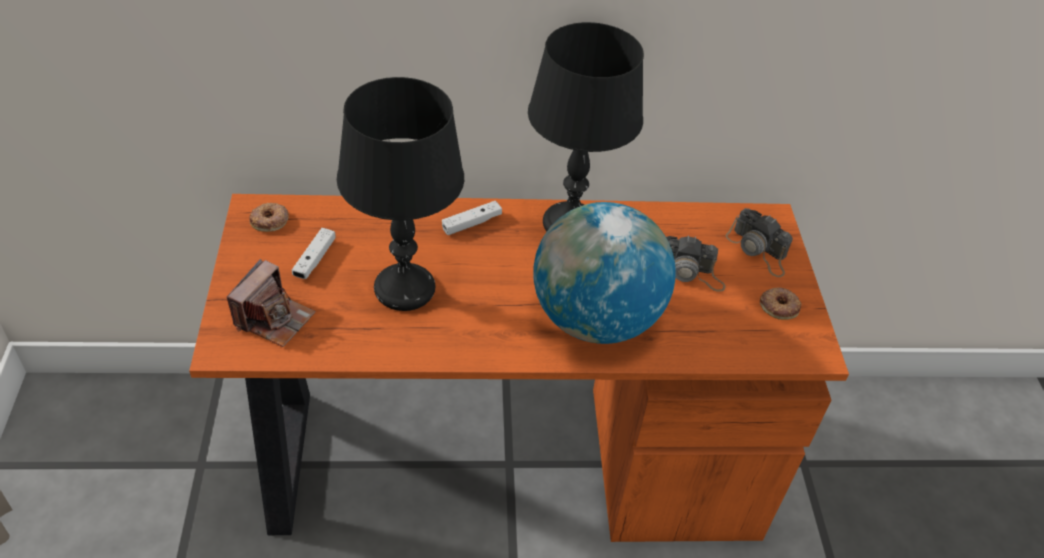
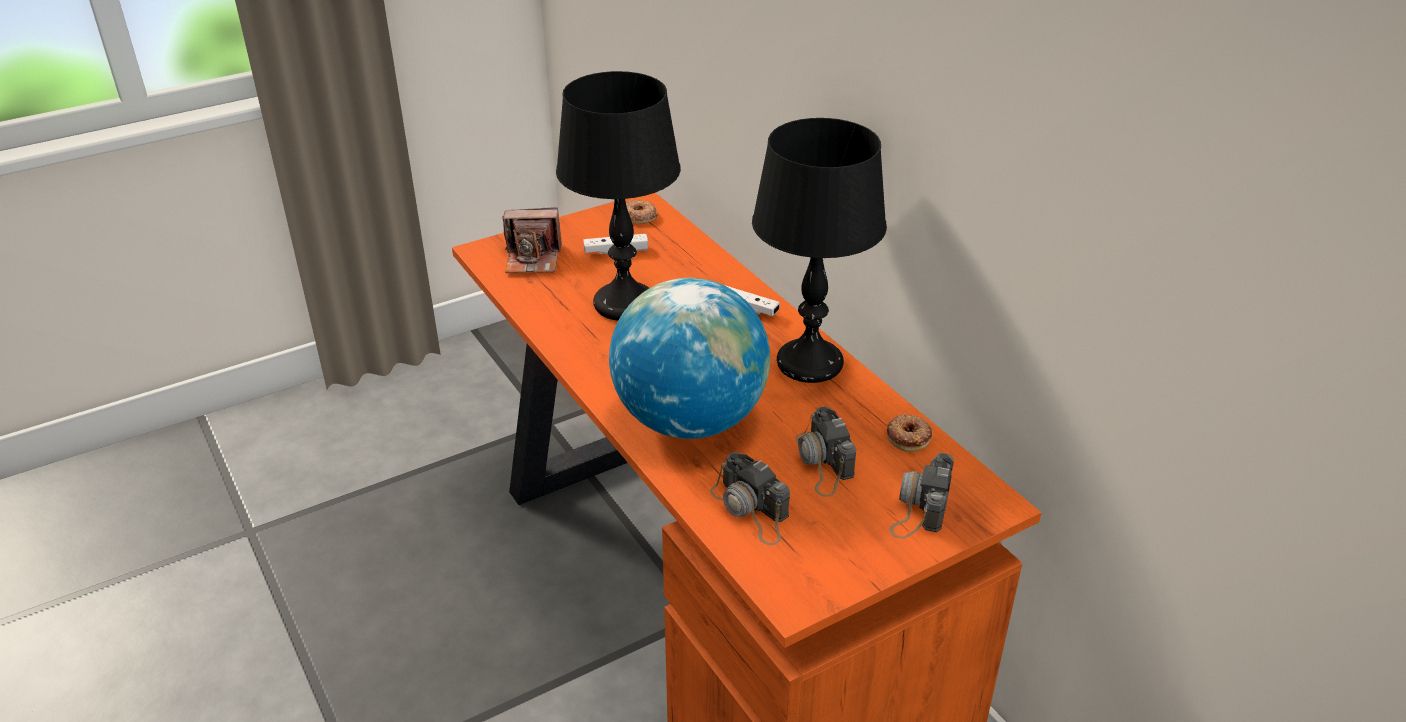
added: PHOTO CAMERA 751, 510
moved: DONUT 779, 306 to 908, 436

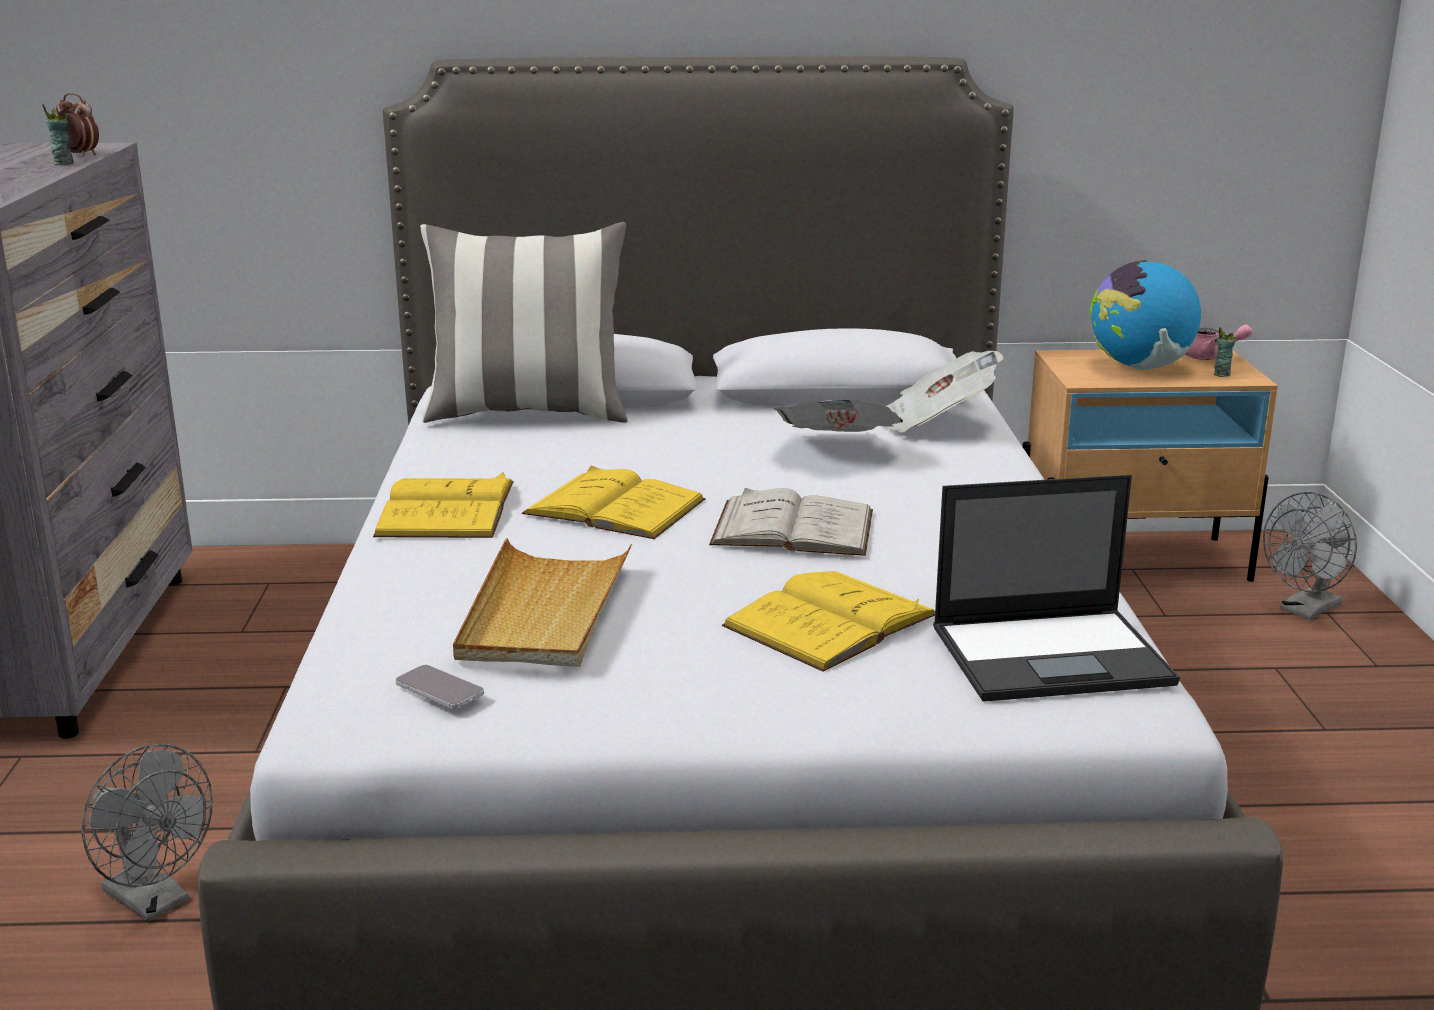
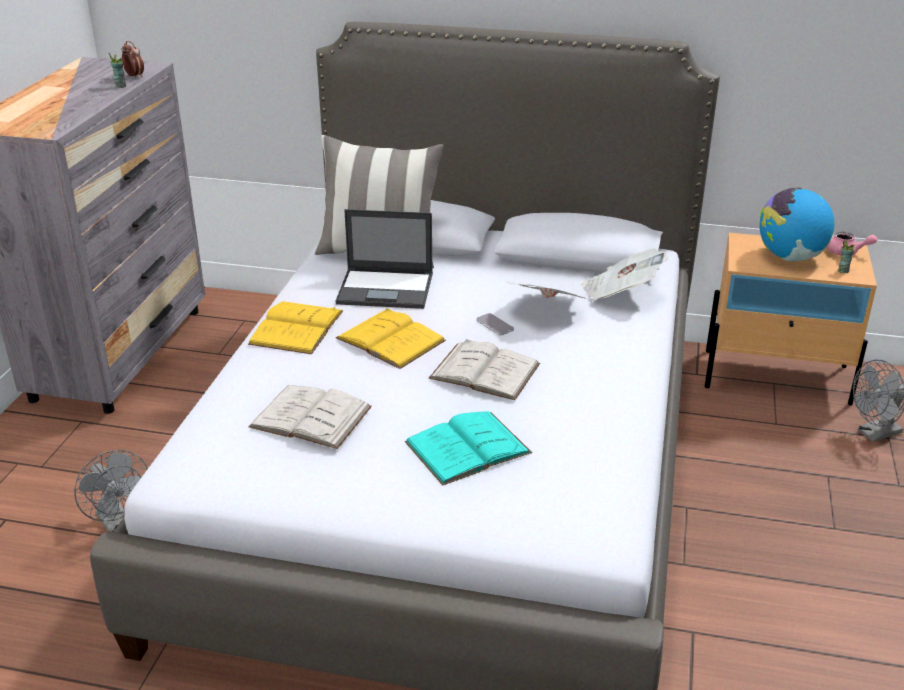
moved: LAPTOP 1053, 655 to 386, 289; PHONE 439, 688 to 494, 325
replaced: BEIGE TRAY 544, 611 to WHITE BOOK 311, 417
recoloured: YELLOW BOOK 830, 620 to TURQUOISE BOOK 467, 447

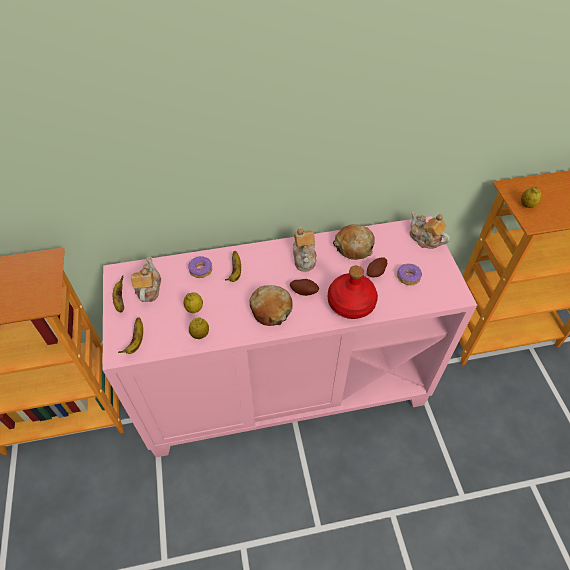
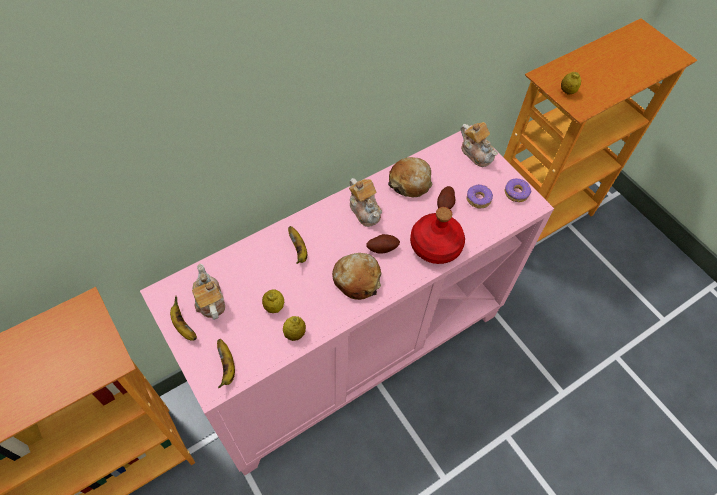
moved: DONUT 201, 270 to 516, 193
turned: TEAPOT 425, 239 = 476, 153 150 degrees counterclockwise

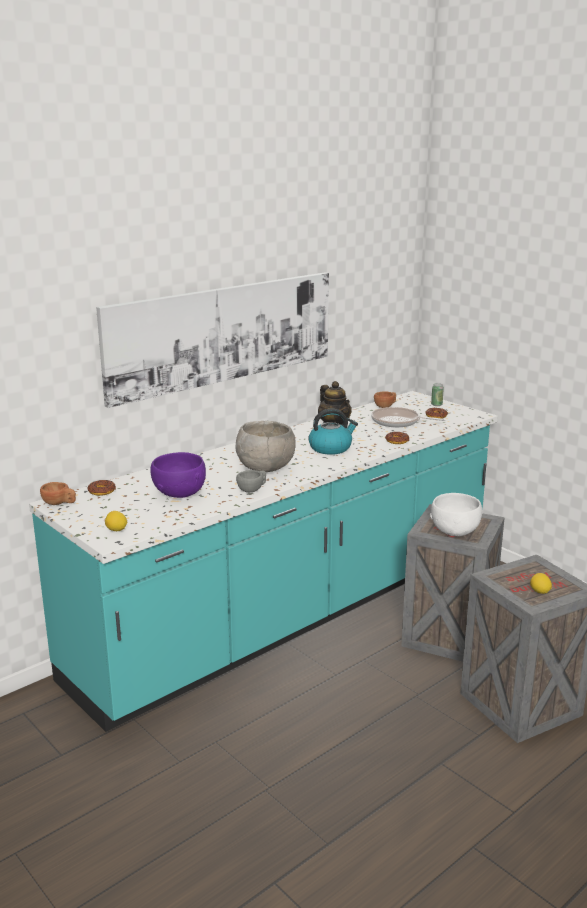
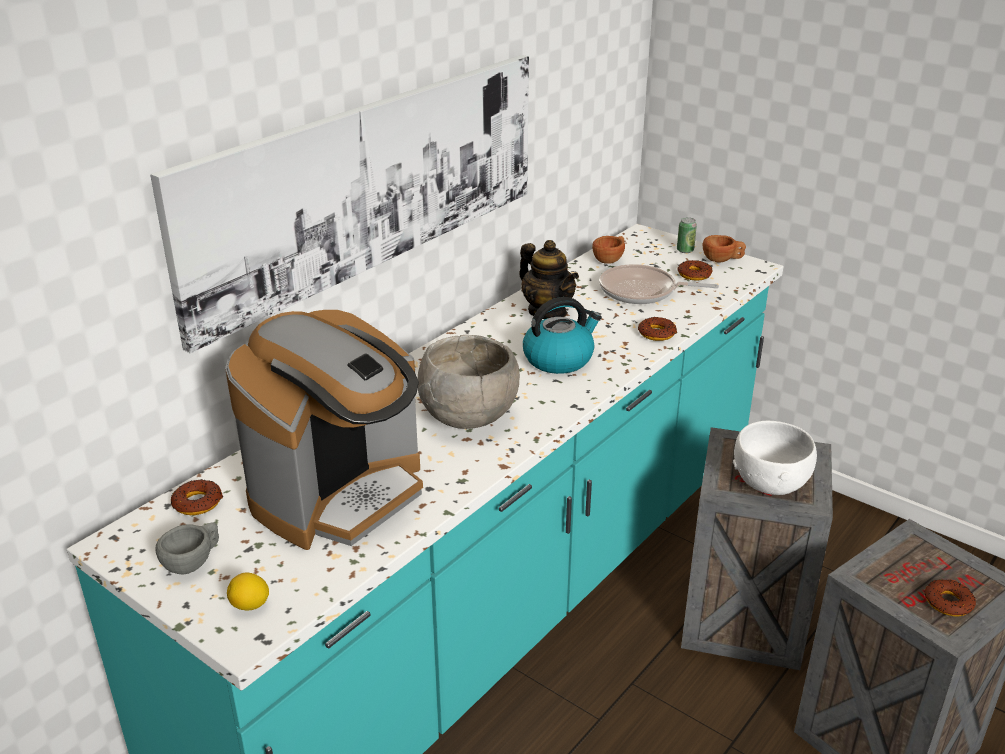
moved: GREY CUP 253, 489 to 194, 562; BROWN CUP 59, 503 to 722, 260
replaced: PURPLE BOWL 179, 493 to COFFEE MACHINE 340, 494; LEMON 539, 592 to DONUT 948, 602

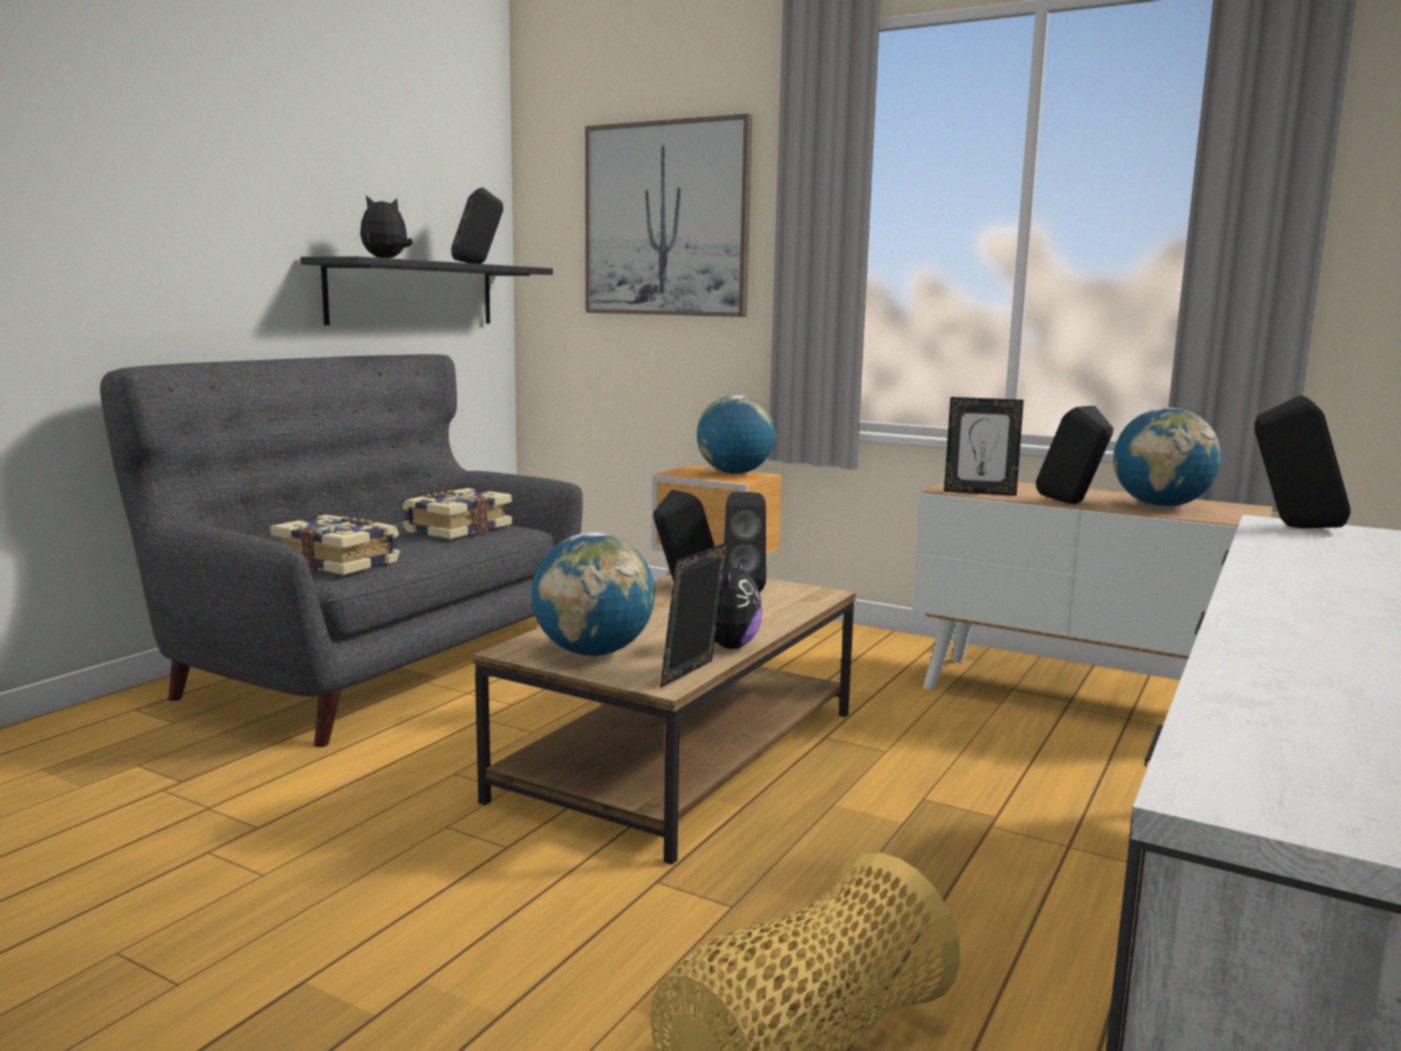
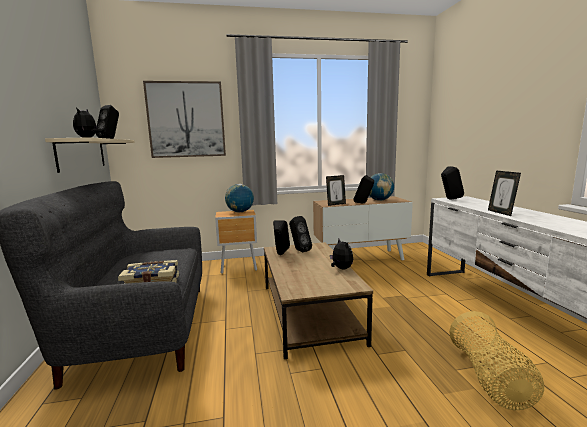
removed: BOOK 457, 529; GLOBE 593, 653
moved: PICTURE FRAME 693, 675 to 501, 213
recoloured: BLACK SHELF 412, 293 to BEIGE SHELF 82, 154

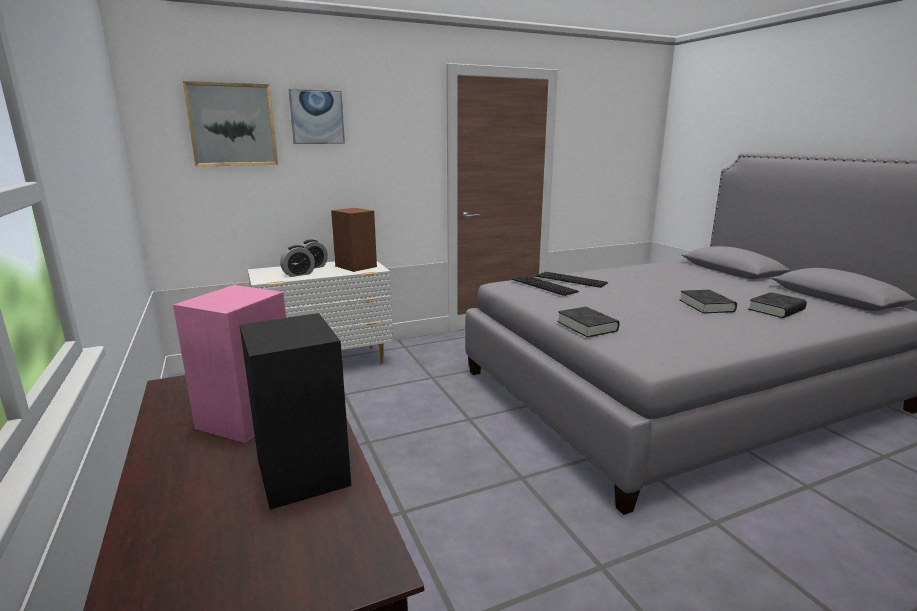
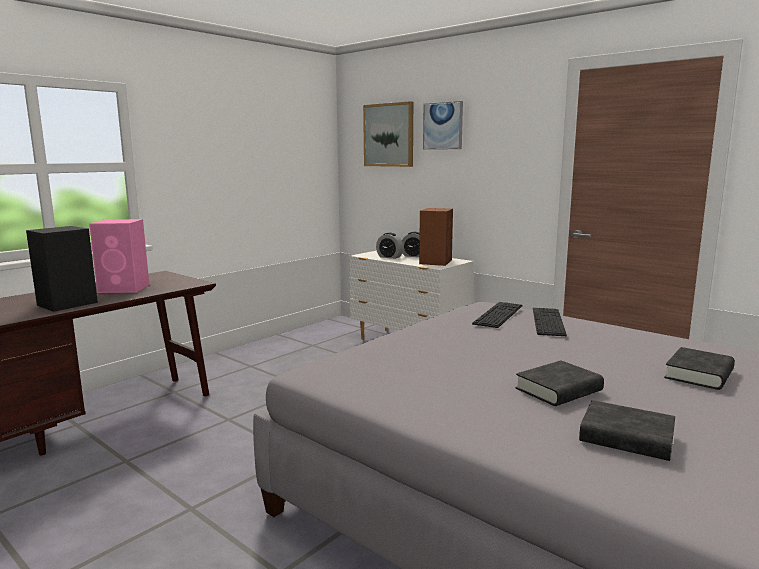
moved: BLACK BOOK 587, 326 to 699, 374

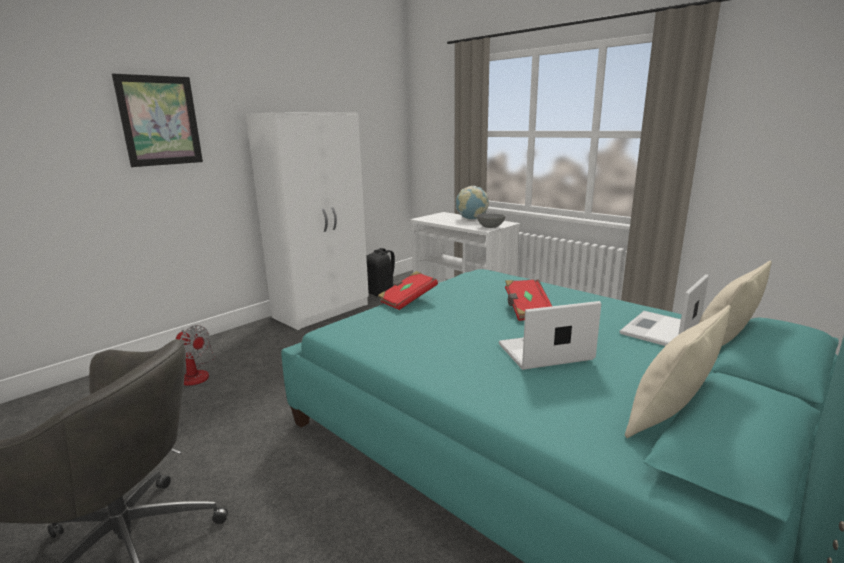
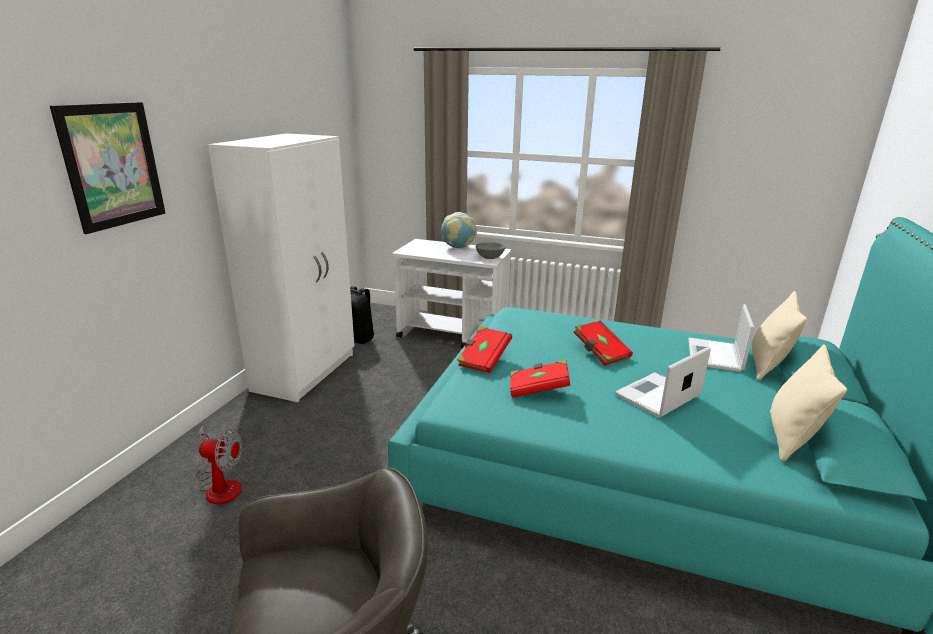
added: RED BOOK 538, 389

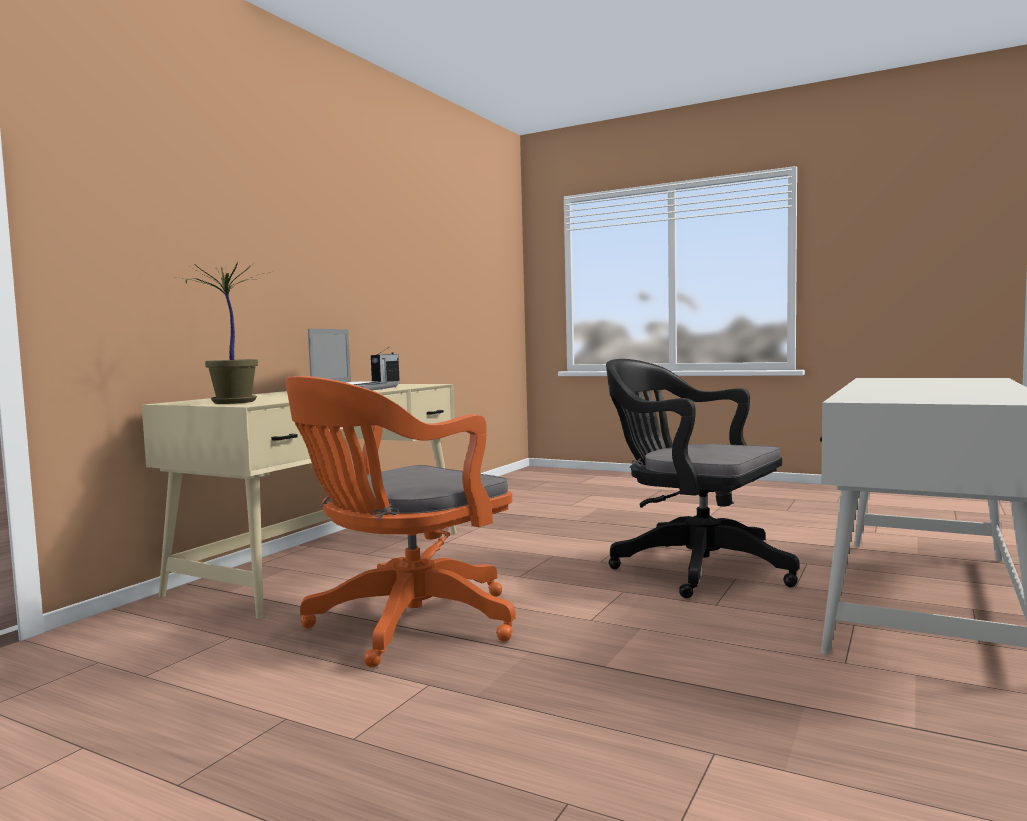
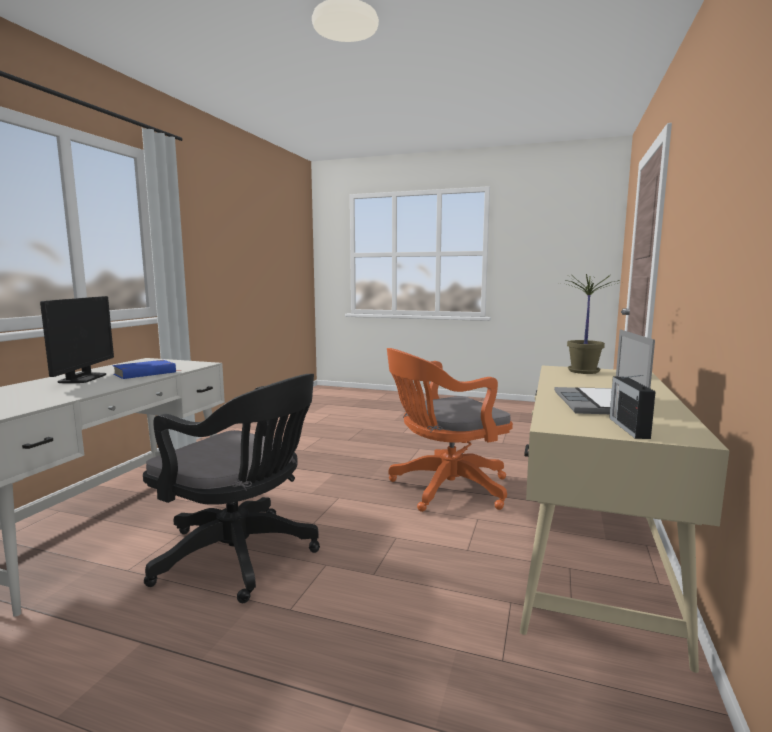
added: MONITOR 82, 378; BLUE BOOK 145, 373
turned: ORANGE OFFICE CHAIR 405, 625 = 444, 489 150 degrees counterclockwise

